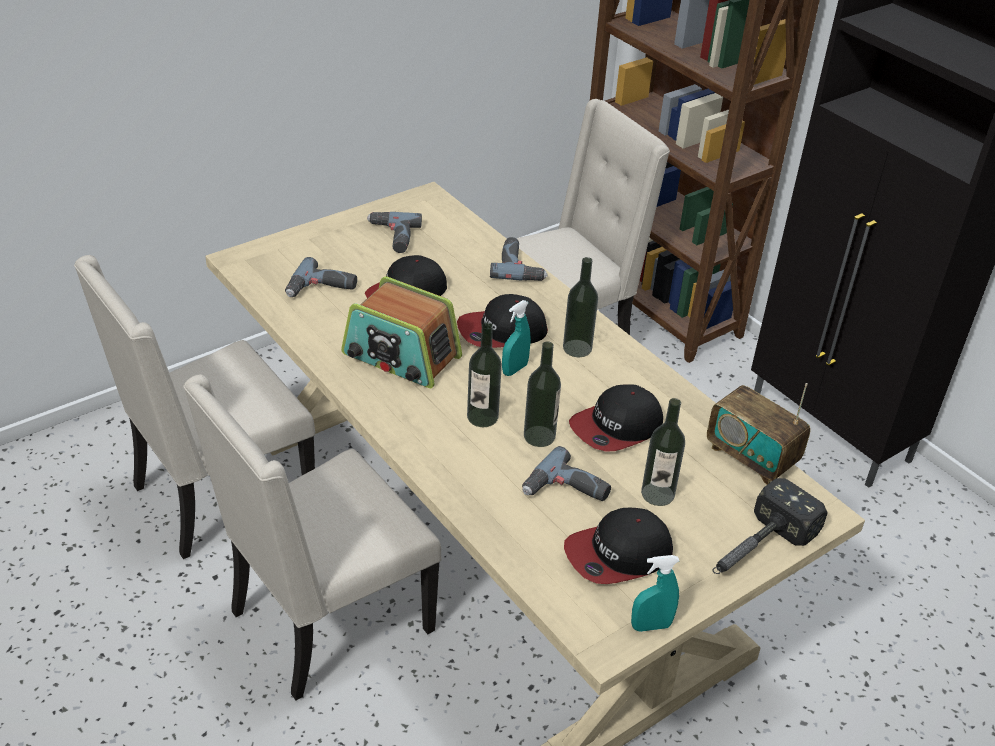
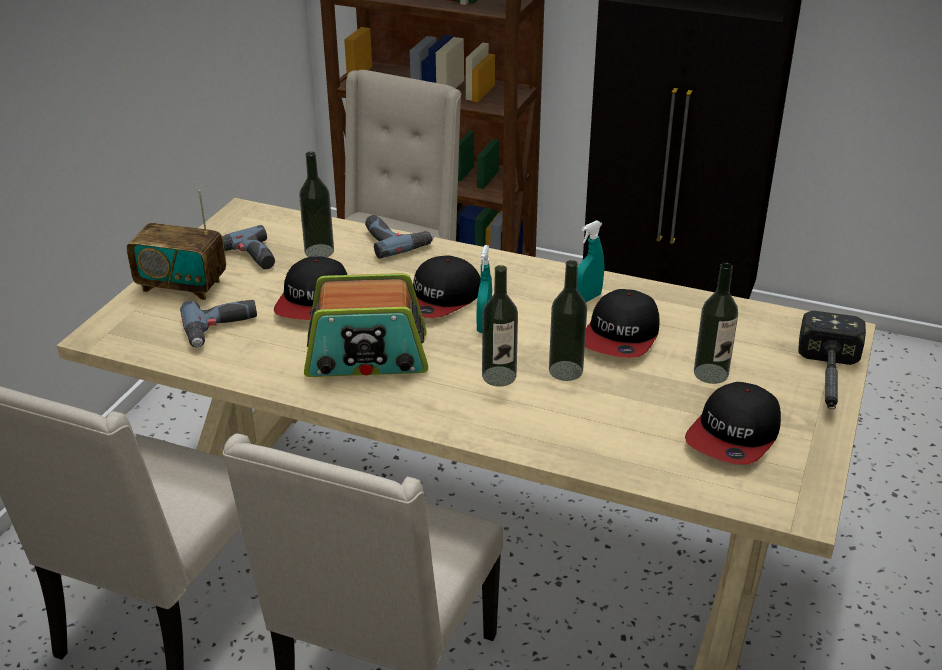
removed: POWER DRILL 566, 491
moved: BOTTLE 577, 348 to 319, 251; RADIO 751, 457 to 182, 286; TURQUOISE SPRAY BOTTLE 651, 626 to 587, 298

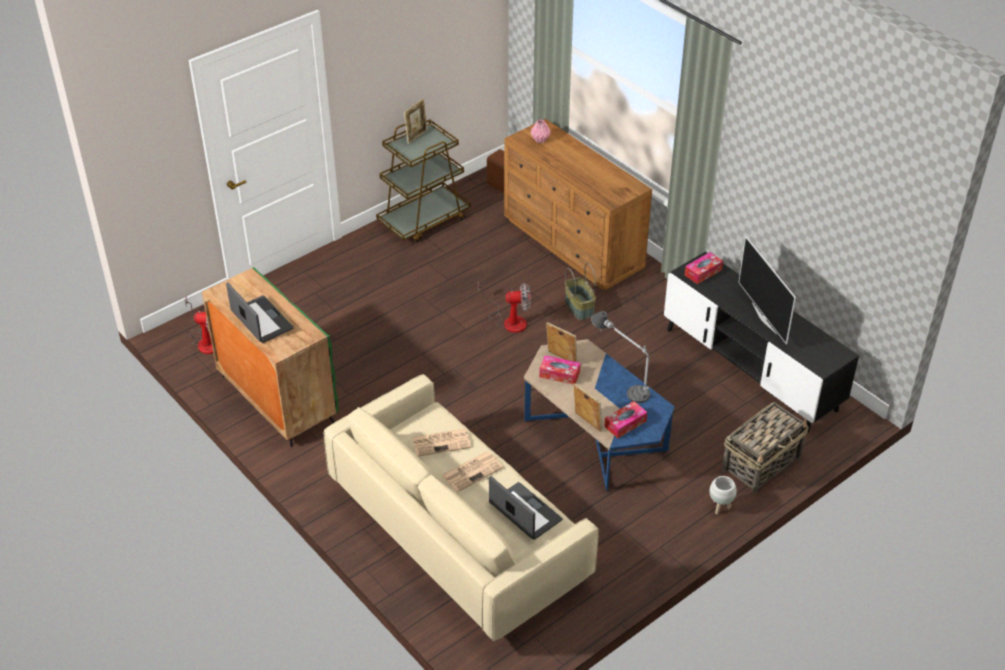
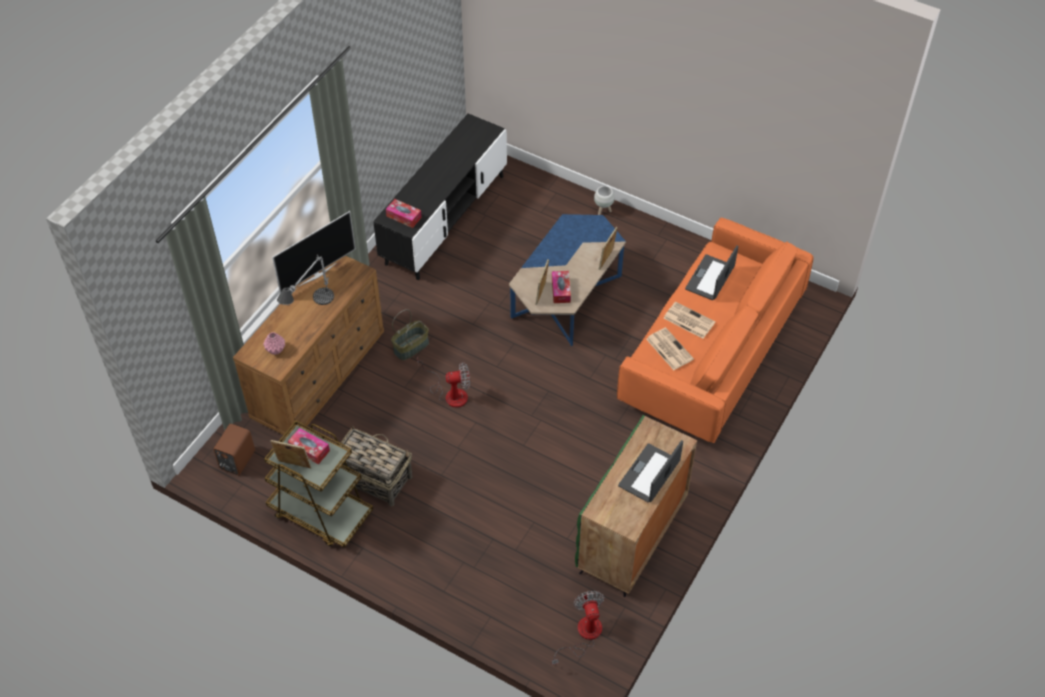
moved: TELEVISION 765, 318 to 316, 274; TABLE LAMP 621, 381 to 310, 311; TISSUE BOX 625, 424 to 309, 449; BASKET 762, 462 to 373, 477
recoloured: BEIGE SOFA 459, 534 to ORANGE SOFA 710, 353
turned: FAN 509, 320 = 450, 393 105 degrees clockwise

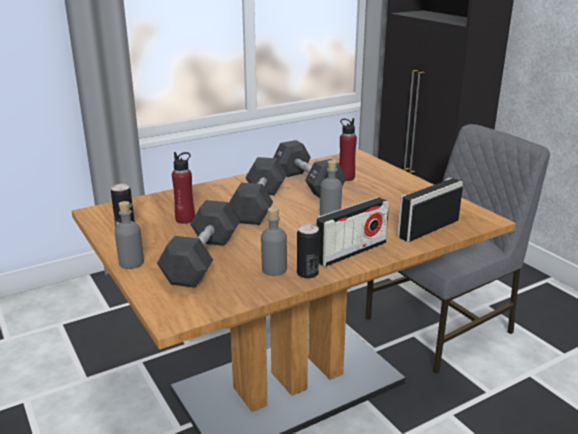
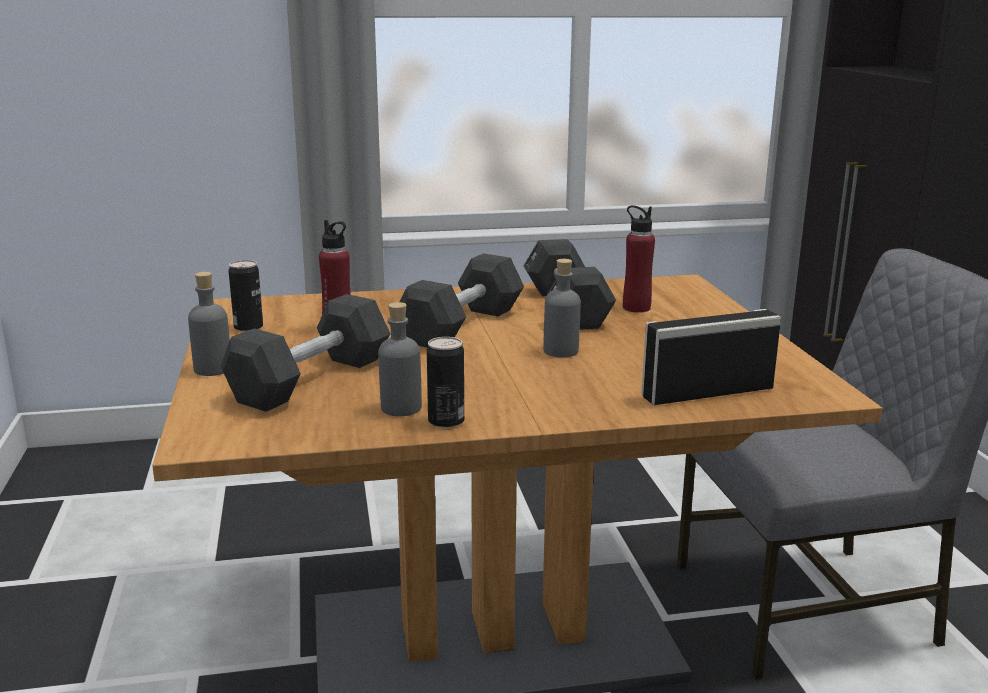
removed: RADIO 351, 252

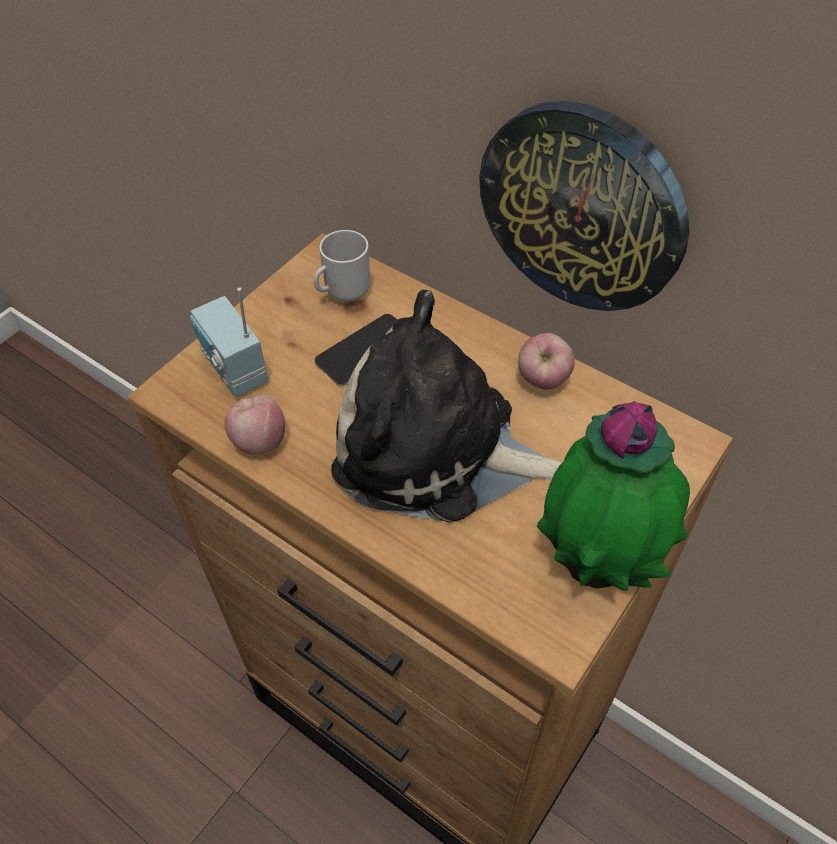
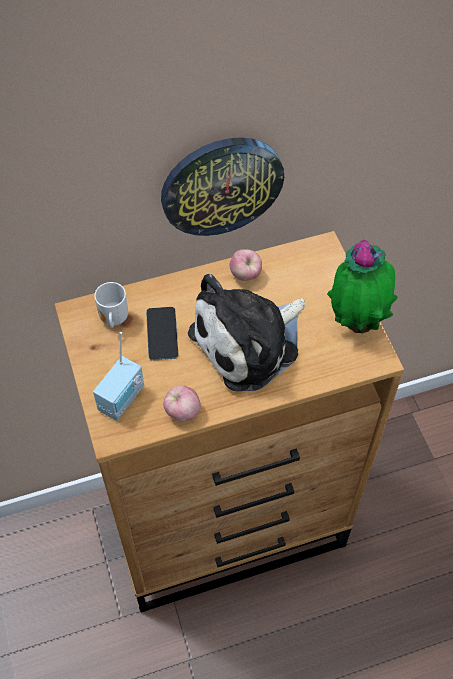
turned: RADIO 233, 370 = 123, 399 60 degrees counterclockwise

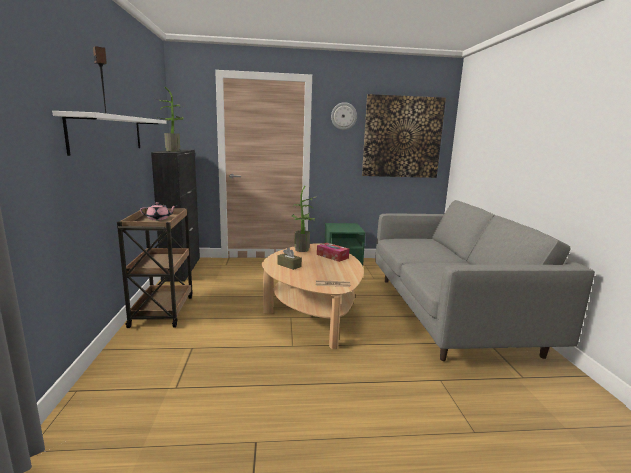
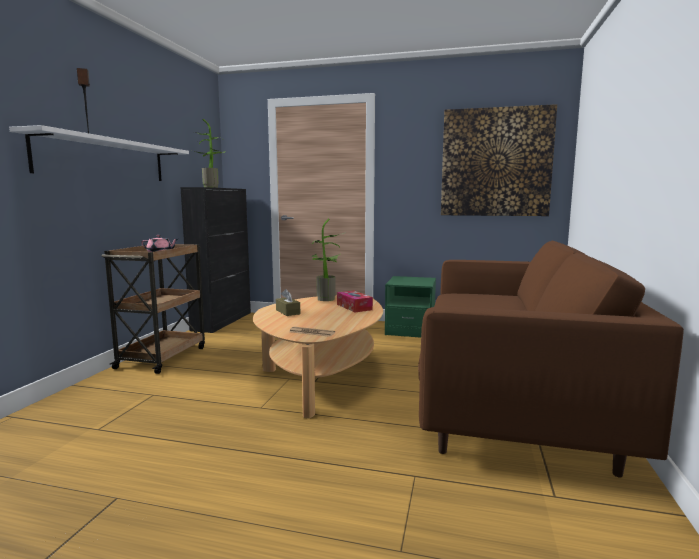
removed: WALL CLOCK 343, 116
recoloured: GREY SOFA 449, 312 to BROWN SOFA 512, 397

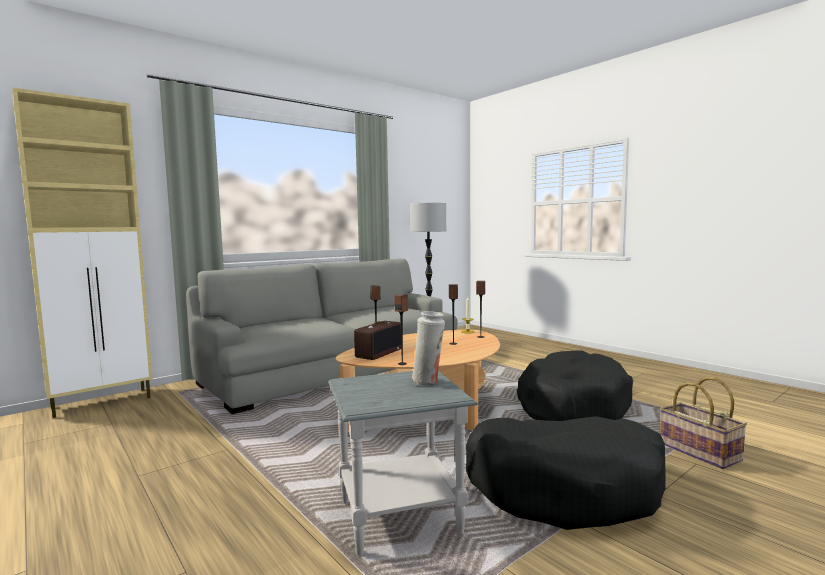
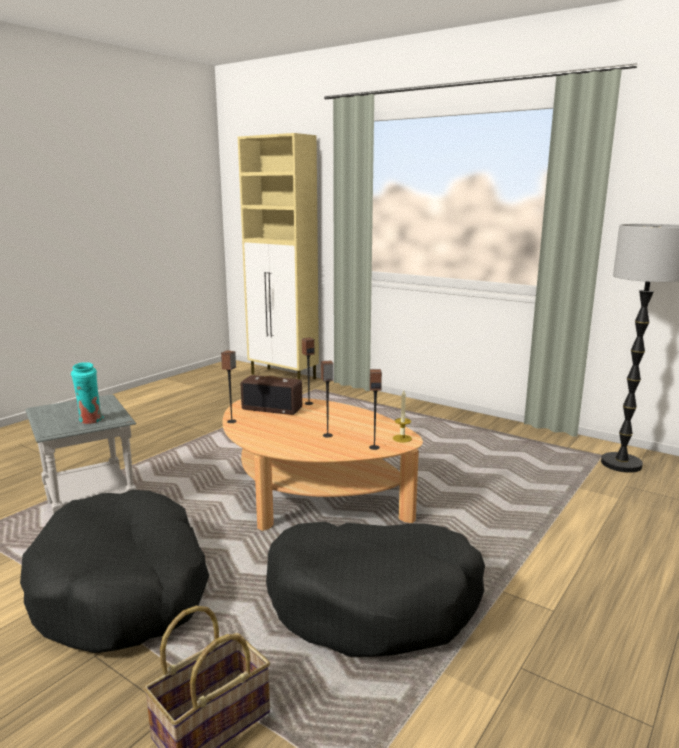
removed: GREY SOFA 336, 370
recoloured: WHITE VASE 428, 382 to TURQUOISE VASE 90, 421

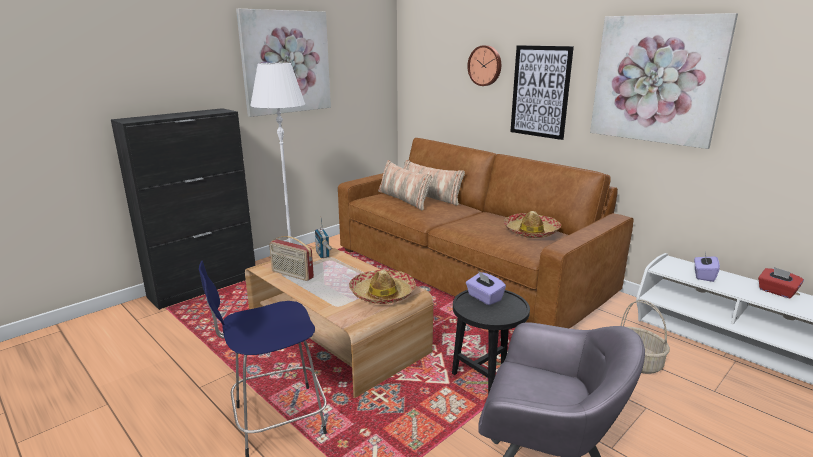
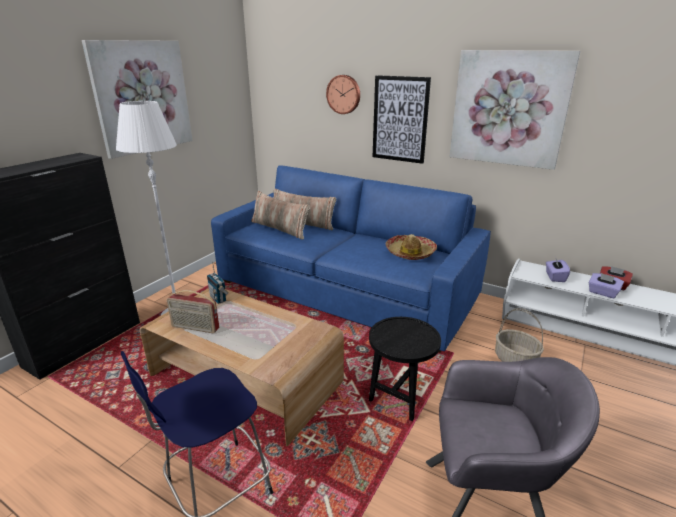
removed: HAT 382, 294
moved: PURPLE TISSUE BOX 484, 298 to 602, 293
recoloured: BROWN SOFA 467, 271 to BLUE SOFA 346, 289

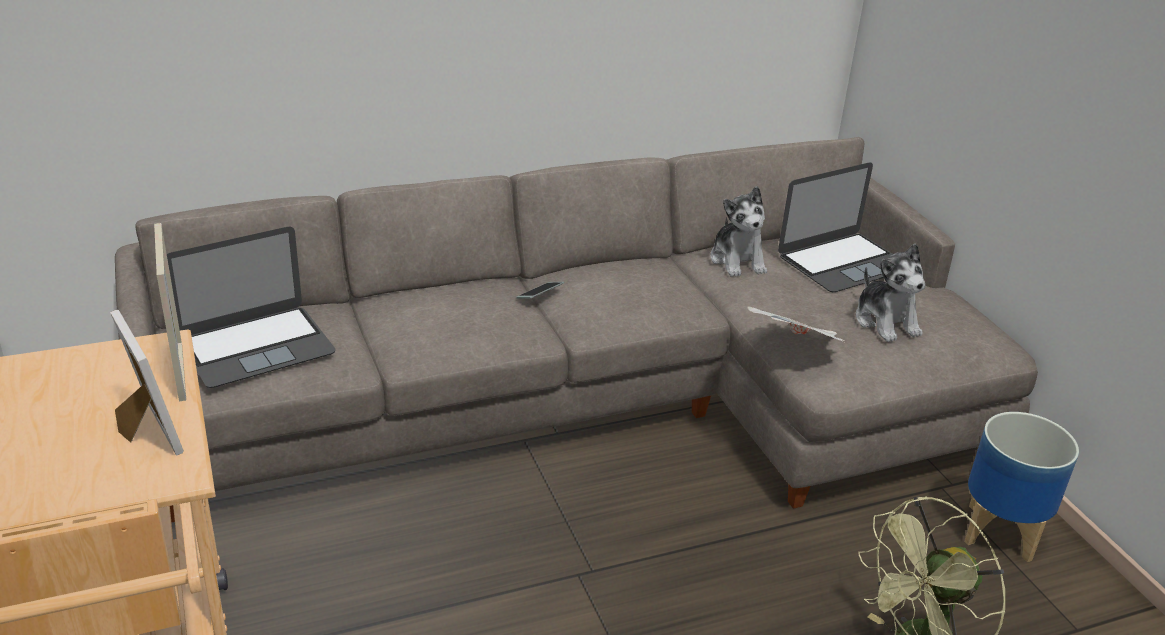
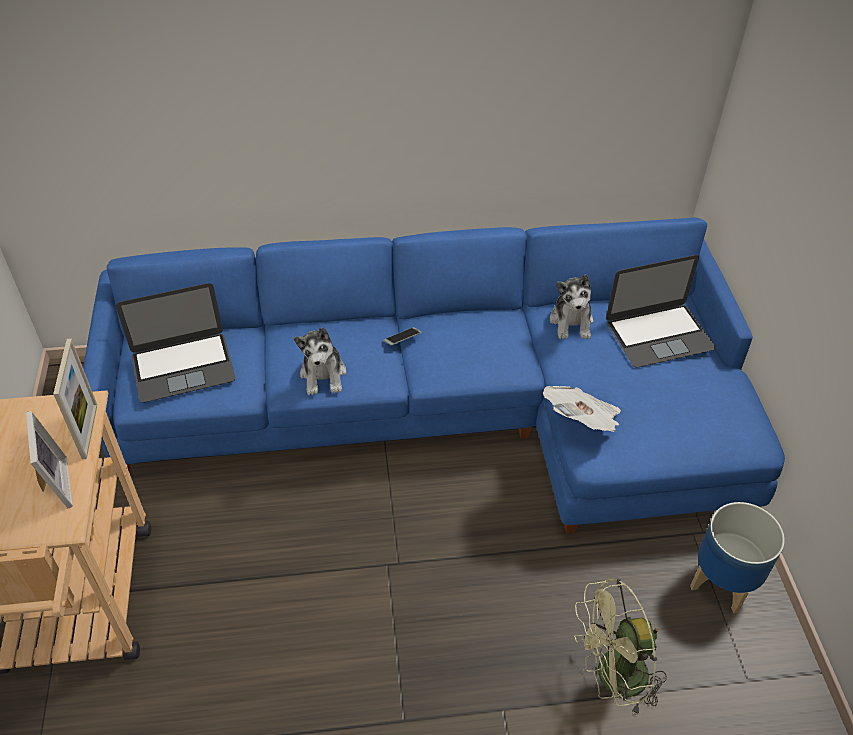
moved: PLUSH TOY 886, 322 to 323, 375
recoloured: GREY SOFA 603, 397 to BLUE SOFA 455, 408

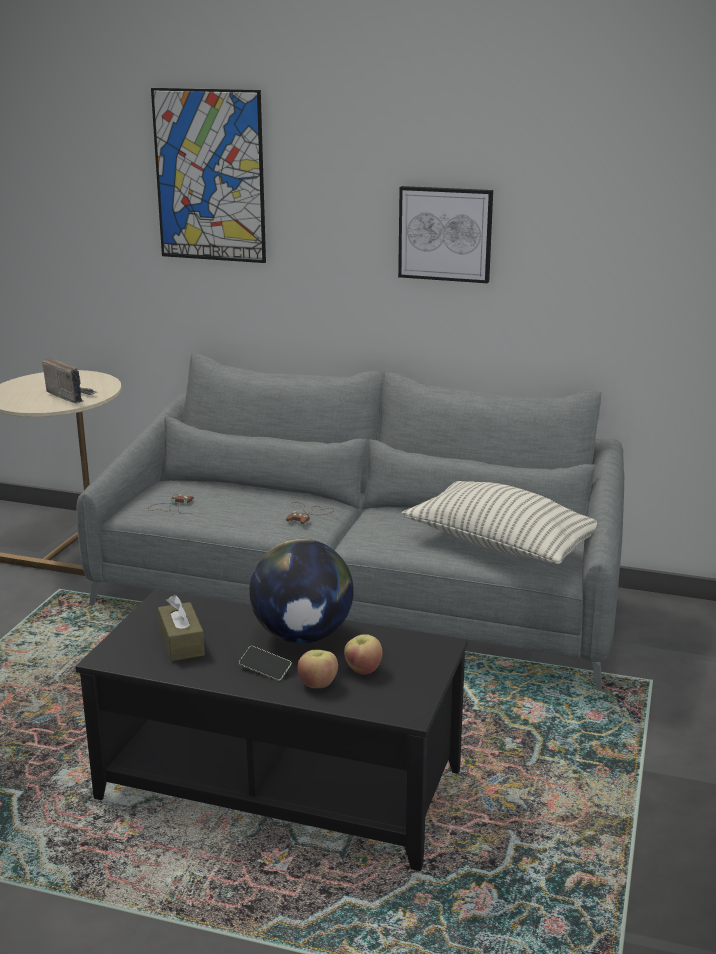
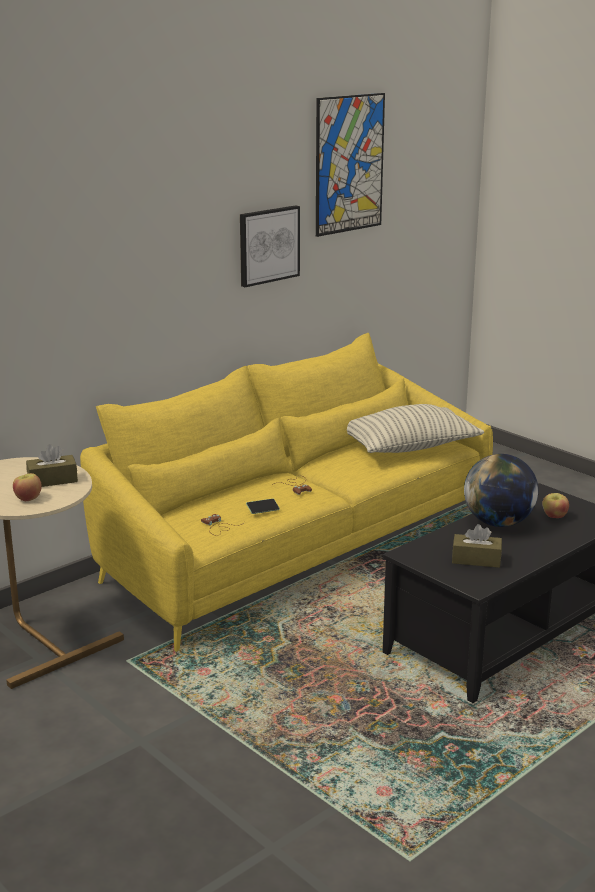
moved: PICTURE 209, 176 to 349, 164; PHONE 265, 669 to 263, 510; APPLE 318, 683 to 28, 498
replaced: RADIO 70, 395 to BROWN TISSUE BOX 52, 480
recoloured: GREY SOFA 358, 600 to YELLOW SOFA 295, 546

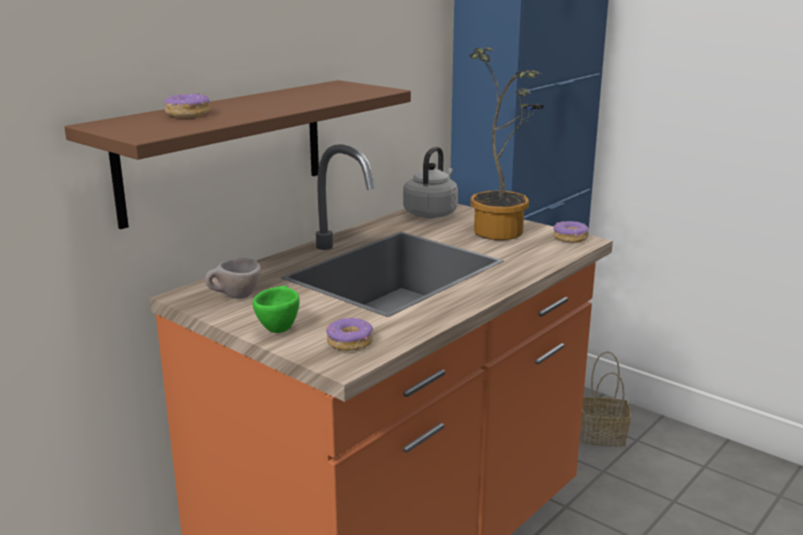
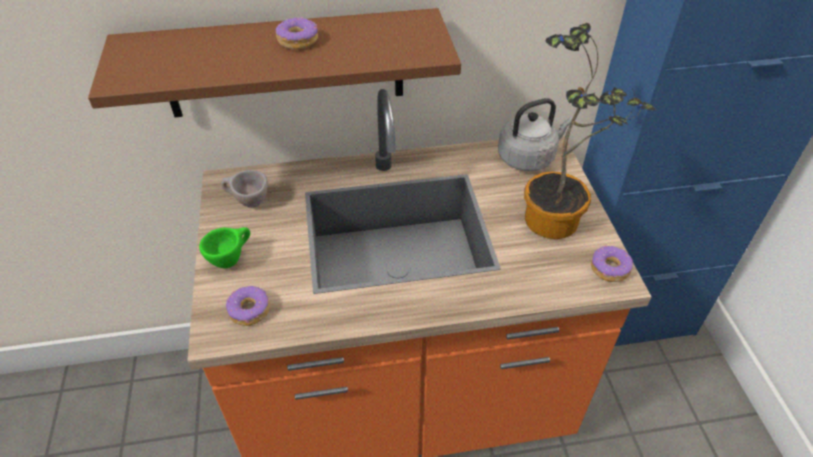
removed: BASKET 601, 436
moved: DONUT 187, 114 to 297, 40

